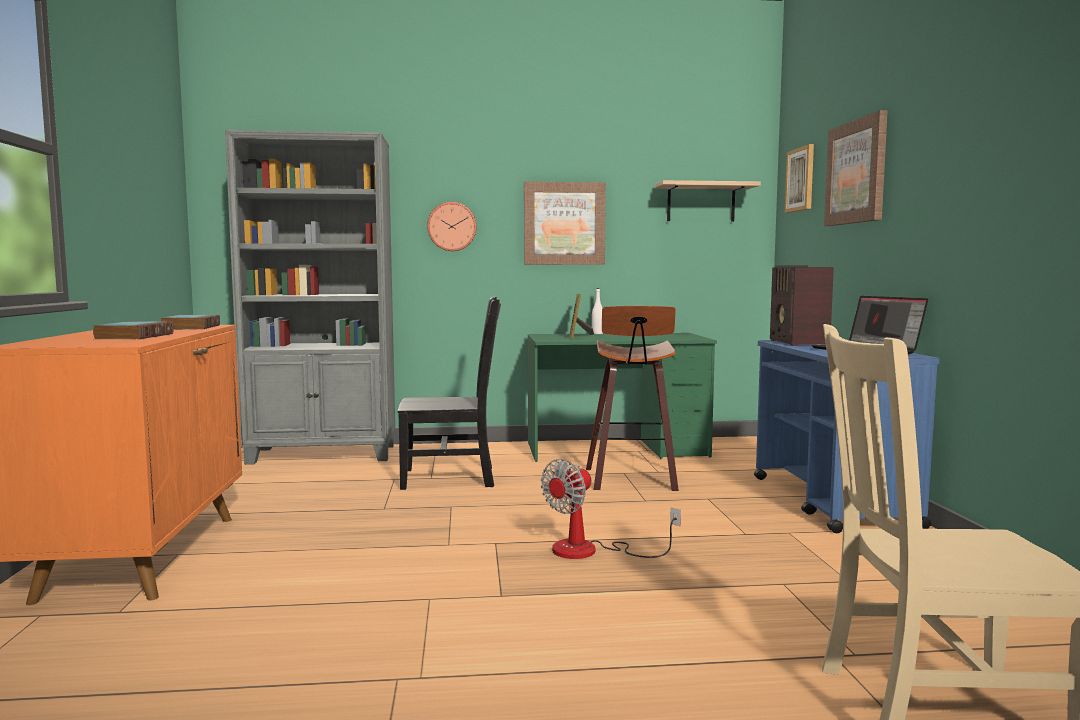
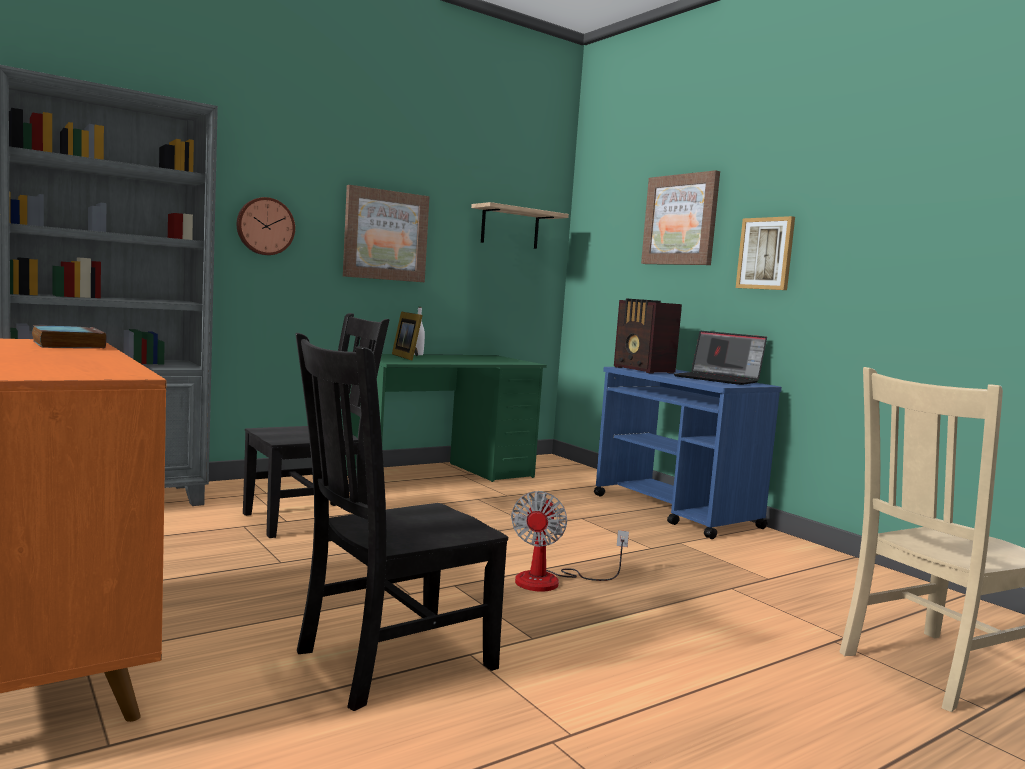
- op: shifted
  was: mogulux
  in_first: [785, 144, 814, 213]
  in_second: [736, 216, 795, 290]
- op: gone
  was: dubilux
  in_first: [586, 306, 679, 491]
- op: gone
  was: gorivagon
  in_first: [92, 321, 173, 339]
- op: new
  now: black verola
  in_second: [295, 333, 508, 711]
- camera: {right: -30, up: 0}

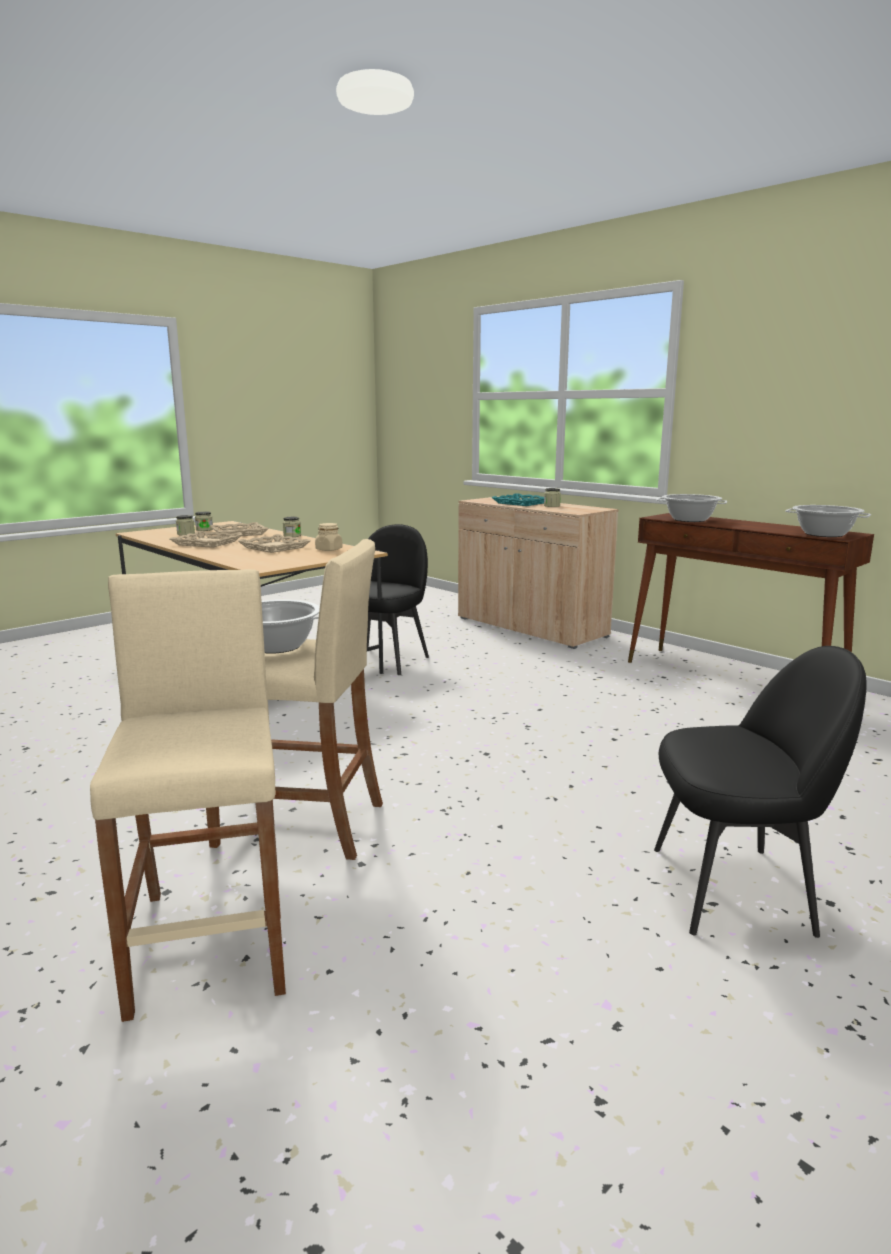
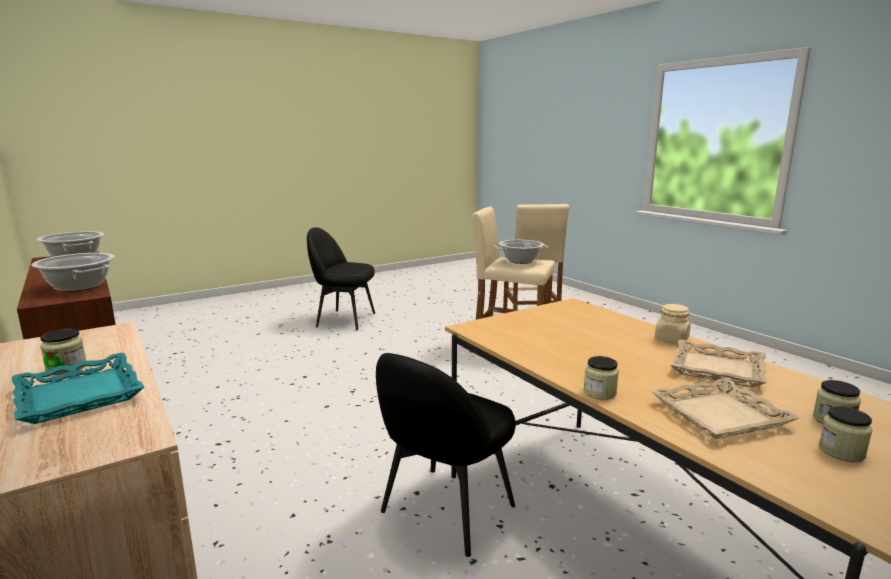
- op: shifted
  was: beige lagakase
  in_first: [315, 523, 343, 551]
  in_second: [655, 304, 691, 343]
- op: gone
  was: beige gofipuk
  in_first: [238, 534, 311, 553]
- camera: {right: -170, up: 0}

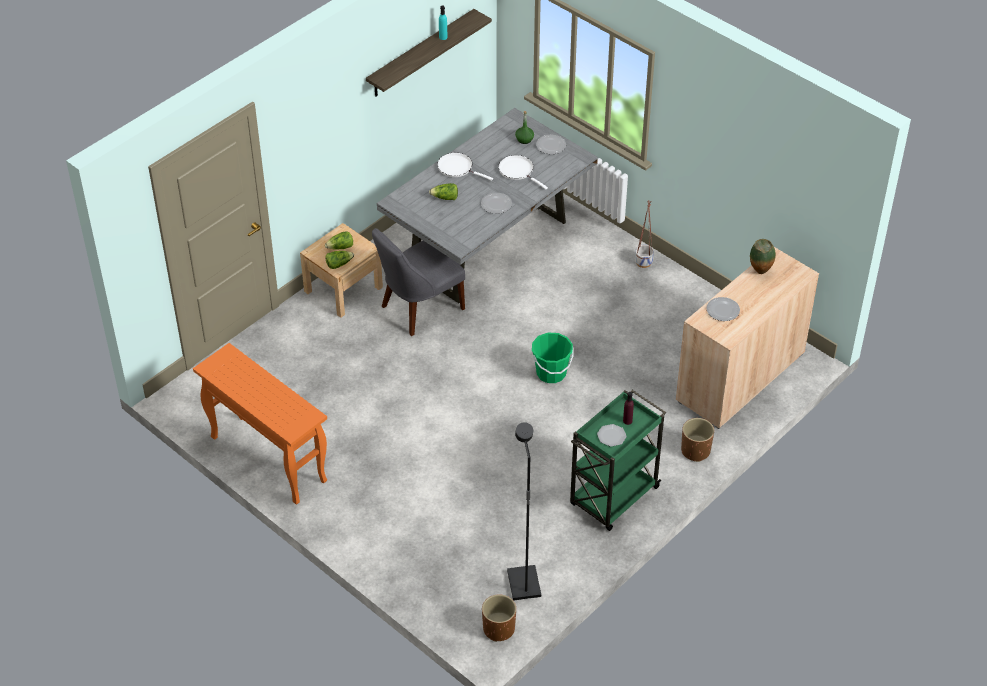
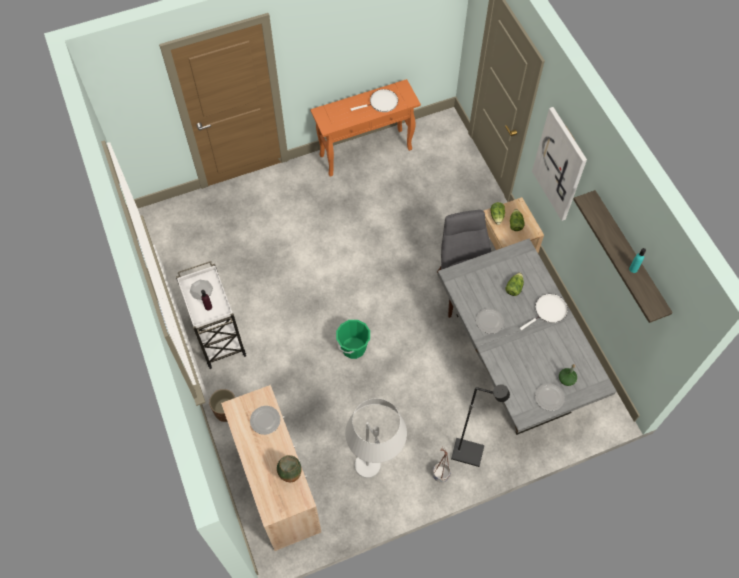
- op: shifted
  was: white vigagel
  in_first: [498, 155, 548, 189]
  in_second: [351, 89, 398, 112]
- op: repainted
  was: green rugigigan
  now: white rugigigan
  in_first: [570, 390, 666, 531]
  in_second: [176, 261, 246, 369]
- op: shifted
  was: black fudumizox
  in_first: [507, 422, 541, 600]
  in_second: [451, 384, 510, 467]
- op: gone
  was: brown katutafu
  in_first: [482, 594, 516, 642]
- op: new
  now: mogulux
  in_second: [532, 107, 587, 221]
- op: new
  now: white fudumizox
  in_second: [345, 398, 407, 478]
- camera: {right: 115, up: 15}

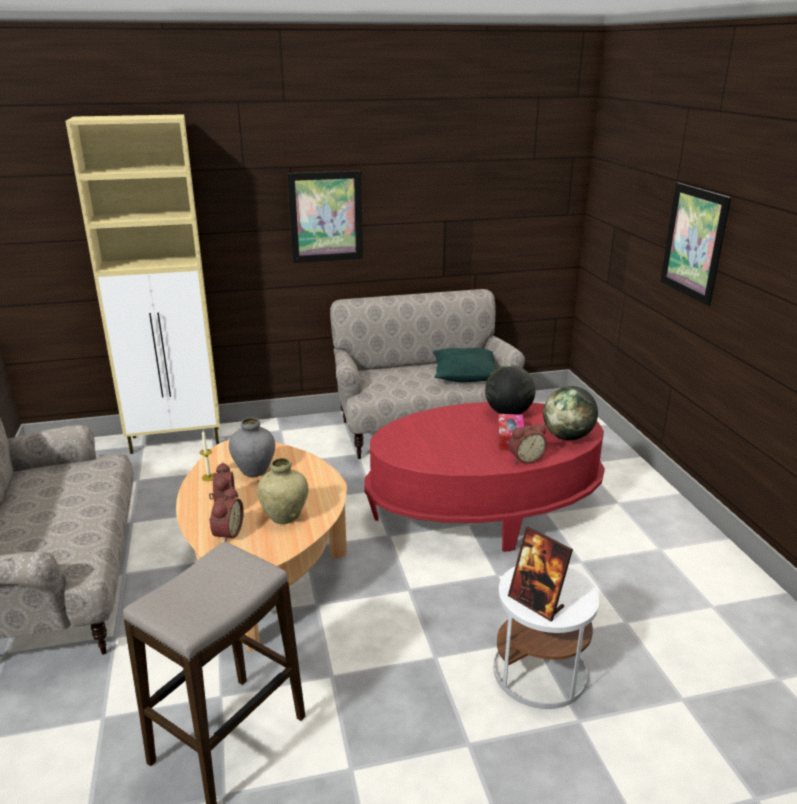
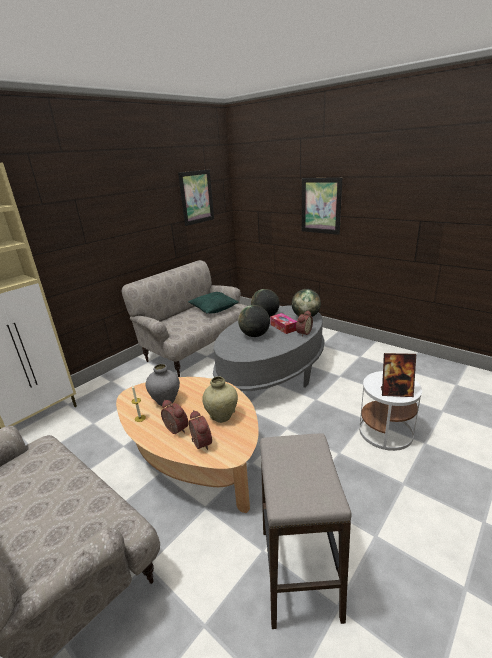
- op: shifted
  was: mogulux
  in_first: [287, 171, 363, 263]
  in_second: [178, 169, 214, 226]
- op: repainted
  was: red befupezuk
  now: grey befupezuk
  in_first: [364, 402, 605, 552]
  in_second: [213, 305, 325, 391]
- op: new
  now: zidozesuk
  in_second: [238, 305, 270, 337]
- camera: {right: -35, up: 0}

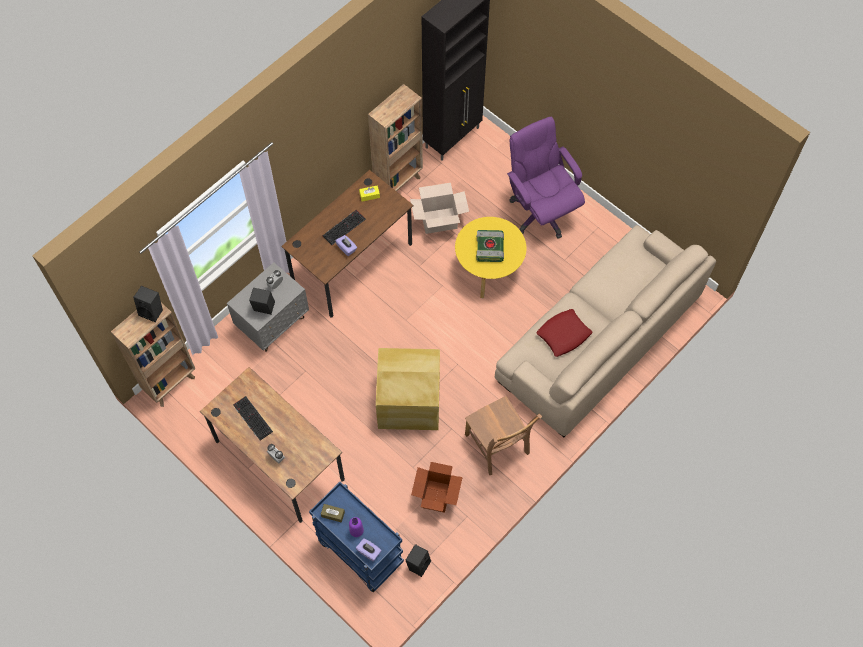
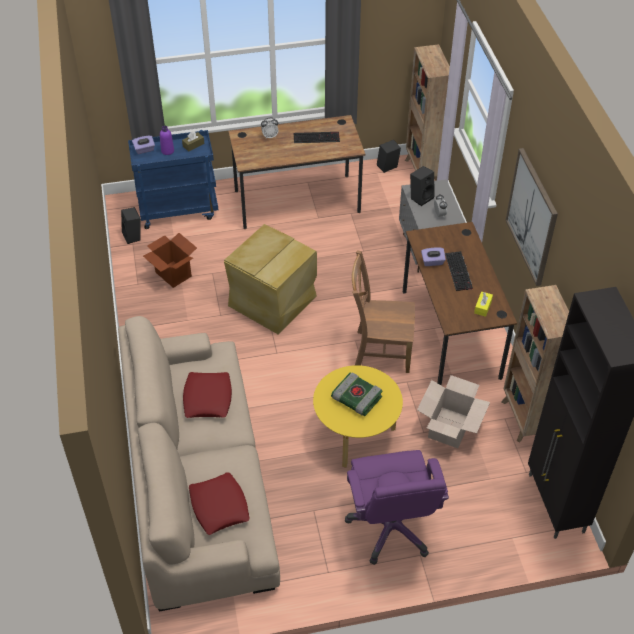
- op: rotated
  was: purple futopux
  in_first: [507, 117, 585, 239]
  in_second: [345, 450, 449, 565]
  clockwise: 75
- op: shifted
  was: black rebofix
  in_first: [133, 286, 163, 322]
  in_second: [377, 140, 401, 173]
- op: shifted
  was: brown verola
  in_first: [465, 396, 542, 475]
  in_second: [352, 250, 415, 373]
- op: new
  now: mogulux
  in_second: [505, 148, 558, 286]
- op: new
  now: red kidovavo
  in_second: [189, 472, 249, 535]
- camera: {right: 125, up: -15}

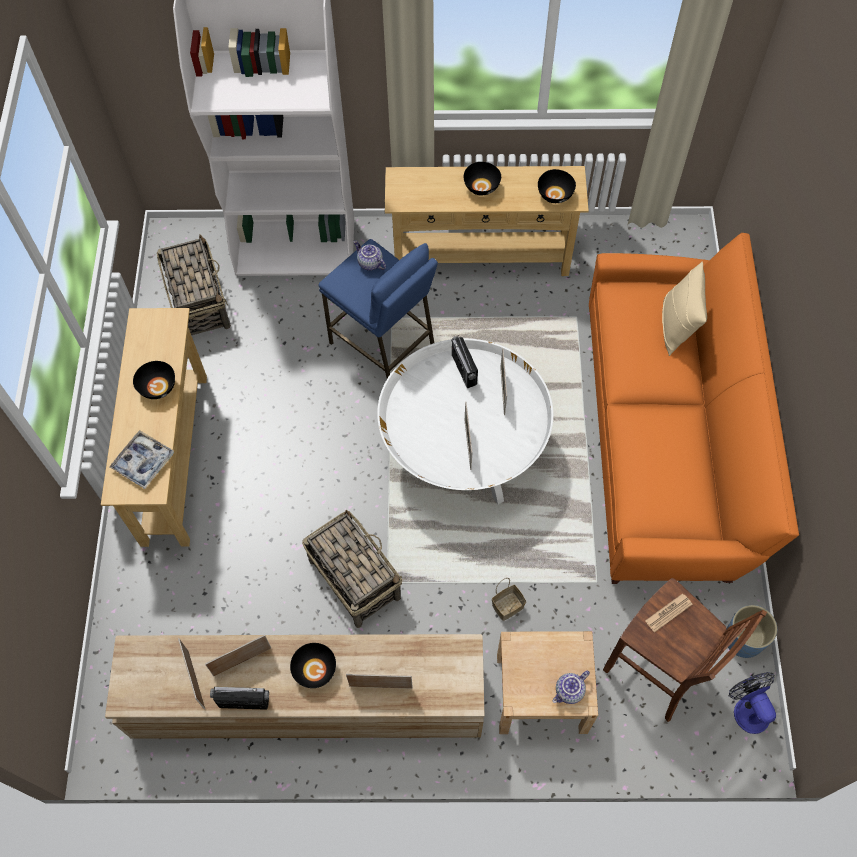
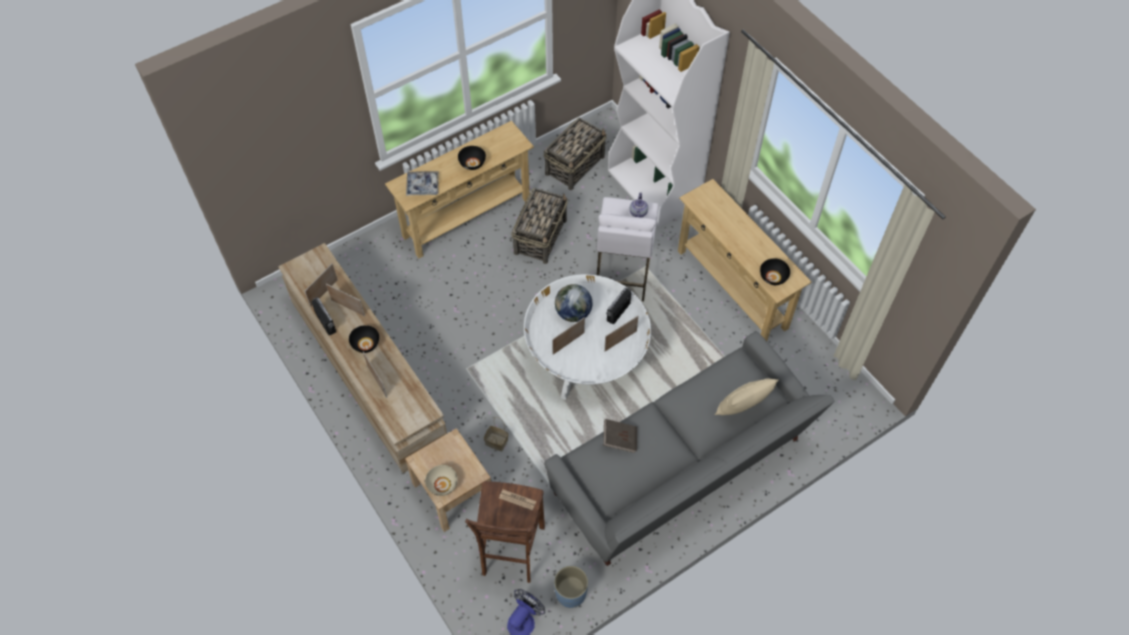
- op: gone
  was: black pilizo
  in_first: [463, 162, 501, 195]
- op: repainted
  was: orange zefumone
  now: grey zefumone
  in_first: [589, 233, 799, 584]
  in_second: [544, 331, 835, 566]
- op: repainted
  was: blue dubilux
  now: white dubilux
  in_first: [318, 239, 438, 378]
  in_second: [596, 197, 659, 301]
- op: shifted
  was: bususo
  in_first: [302, 510, 402, 628]
  in_second: [512, 188, 568, 264]
- op: swapped
  was: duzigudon
  now: beige pilizo
  in_first: [553, 670, 590, 704]
  in_second: [425, 465, 458, 496]
- op: new
  now: zidozesuk
  in_second: [555, 284, 592, 322]
- op: new
  now: brown gorivagon
  in_second: [603, 419, 637, 453]
- camera: {right: 55, up: -5}

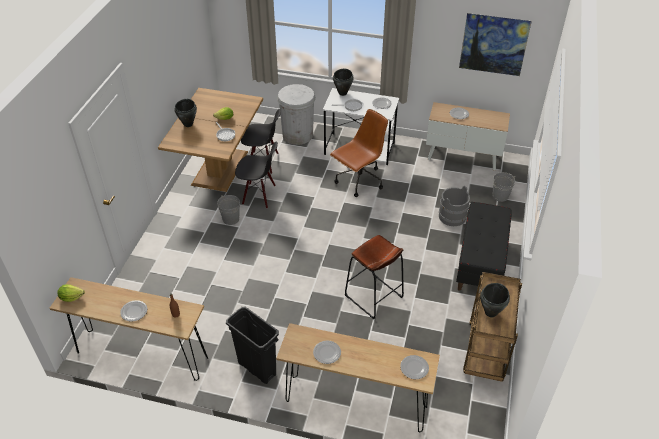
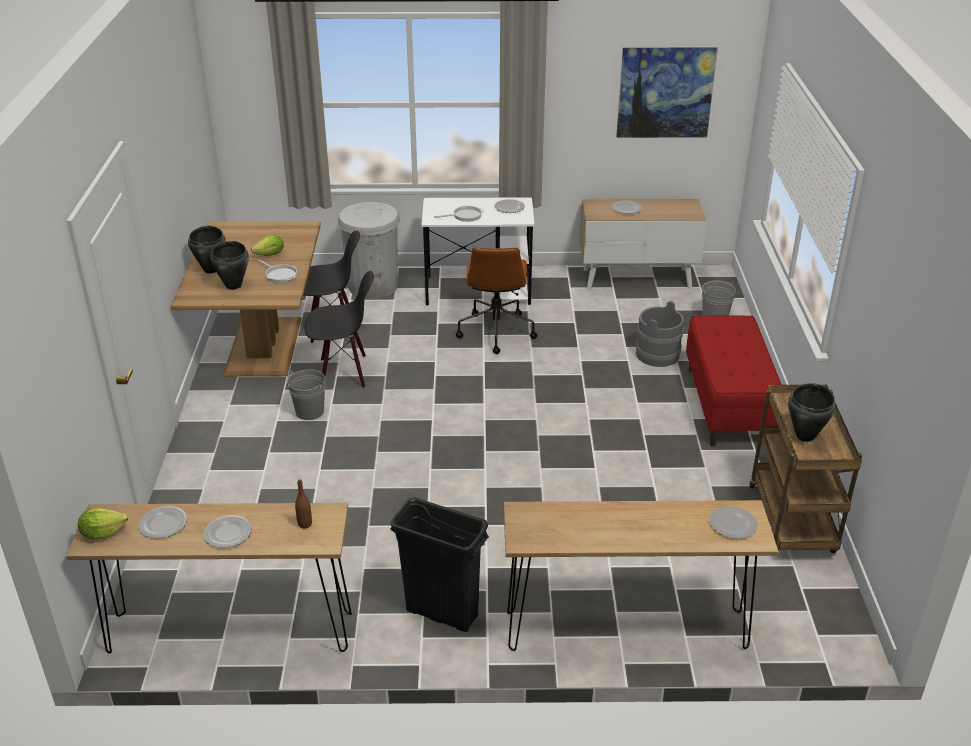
- op: shifted
  was: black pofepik
  in_first: [333, 69, 354, 96]
  in_second: [210, 241, 249, 290]
- op: rotated
  was: brown futopux
  in_first: [330, 109, 388, 197]
  in_second: [456, 247, 537, 354]
  clockwise: 150
- op: repainted
  was: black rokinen
  now: red rokinen
  in_first: [456, 202, 512, 291]
  in_second: [686, 315, 782, 447]
- op: gone
  was: brown dubilux
  in_first: [345, 235, 404, 319]
- op: shifted
  was: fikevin
  in_first: [313, 340, 341, 364]
  in_second: [139, 506, 187, 538]
- camera: {right: -15, up: -10}

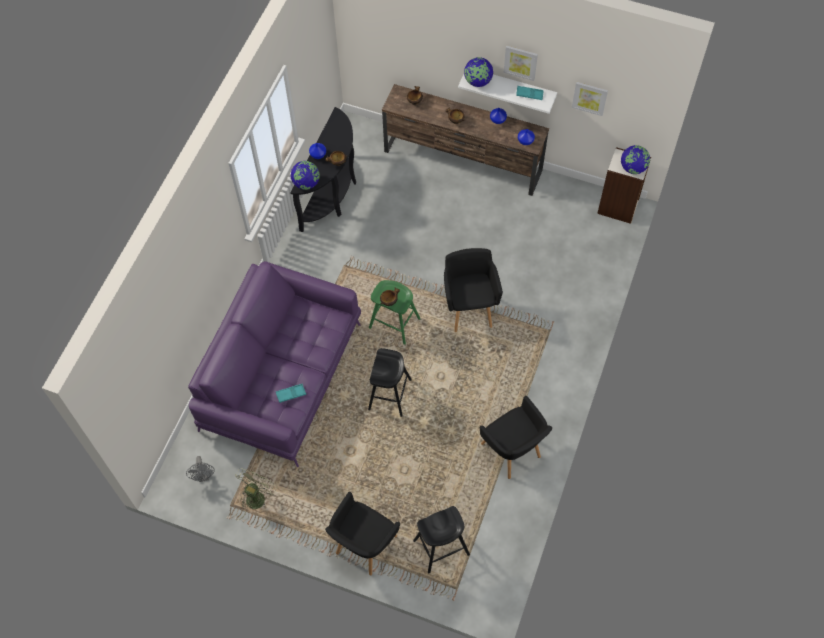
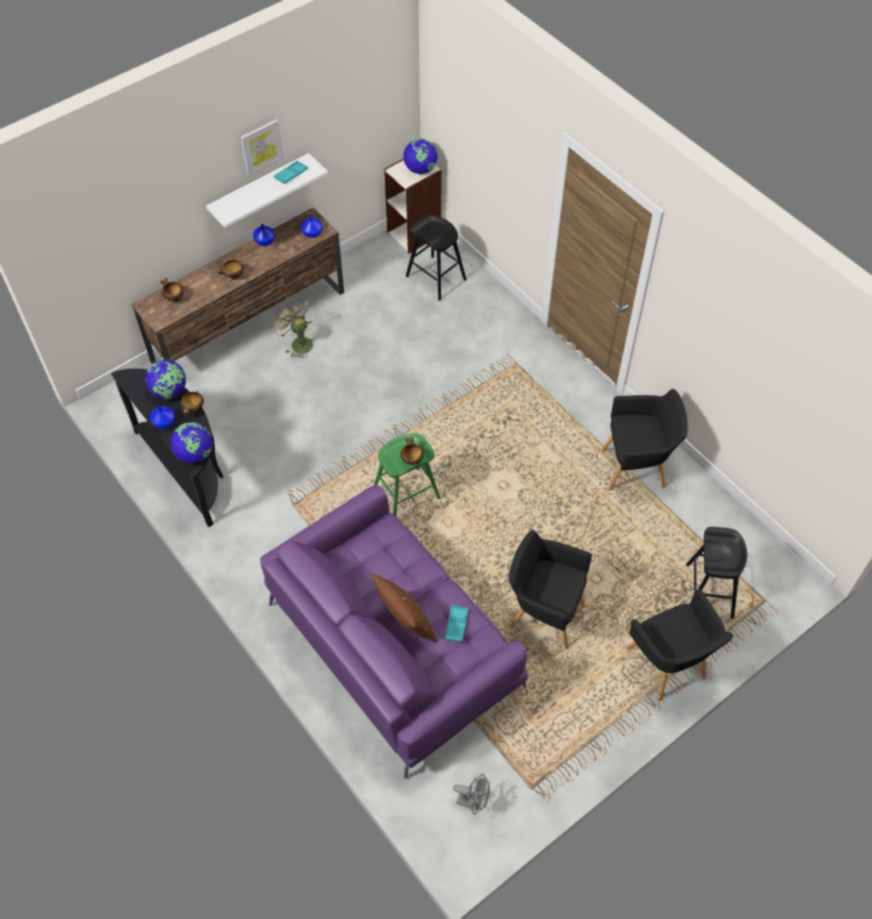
- op: shifted
  was: zidozesuk
  in_first: [464, 57, 493, 87]
  in_second: [145, 360, 186, 399]
- op: gone
  was: mogulux
  in_first: [572, 82, 608, 116]
- op: shifted
  was: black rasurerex
  in_first: [444, 248, 503, 332]
  in_second: [509, 530, 592, 649]
- op: shifted
  was: black dubilux
  in_first: [368, 348, 412, 417]
  in_second: [406, 215, 466, 301]
- op: shifted
  was: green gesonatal
  in_first: [235, 468, 277, 512]
  in_second: [272, 298, 317, 359]
- op: new
  now: brown kidovavo
  in_second: [371, 573, 437, 643]
- camera: {right: -60, up: -5}

